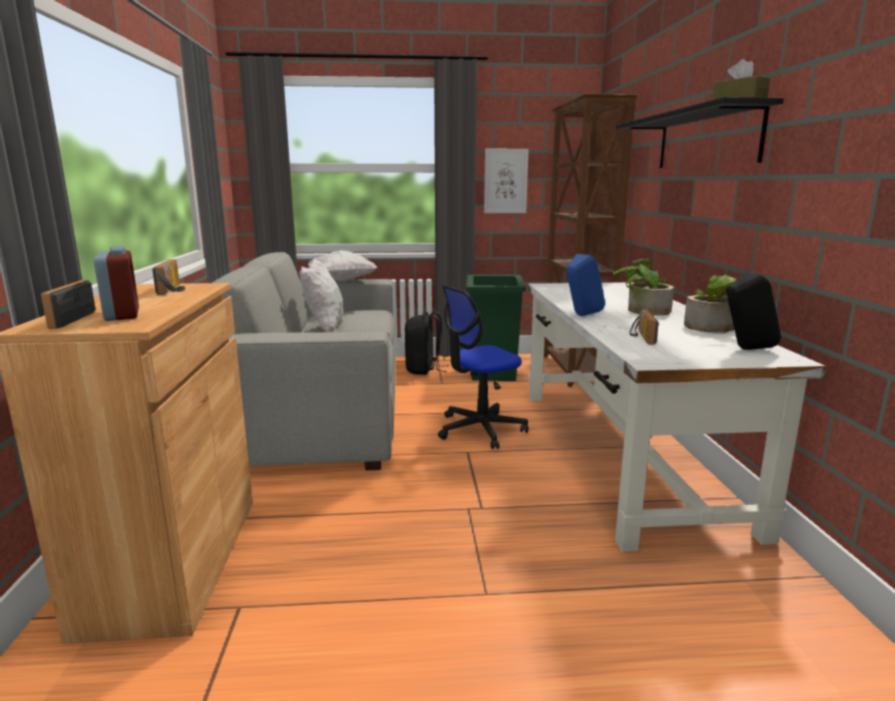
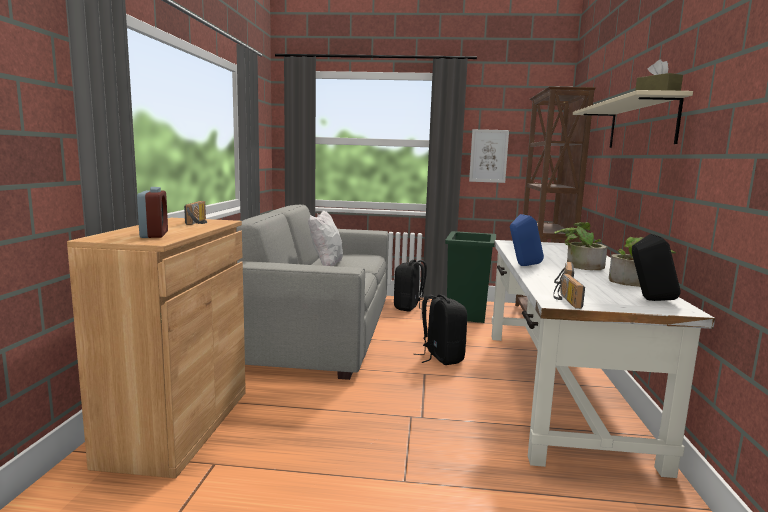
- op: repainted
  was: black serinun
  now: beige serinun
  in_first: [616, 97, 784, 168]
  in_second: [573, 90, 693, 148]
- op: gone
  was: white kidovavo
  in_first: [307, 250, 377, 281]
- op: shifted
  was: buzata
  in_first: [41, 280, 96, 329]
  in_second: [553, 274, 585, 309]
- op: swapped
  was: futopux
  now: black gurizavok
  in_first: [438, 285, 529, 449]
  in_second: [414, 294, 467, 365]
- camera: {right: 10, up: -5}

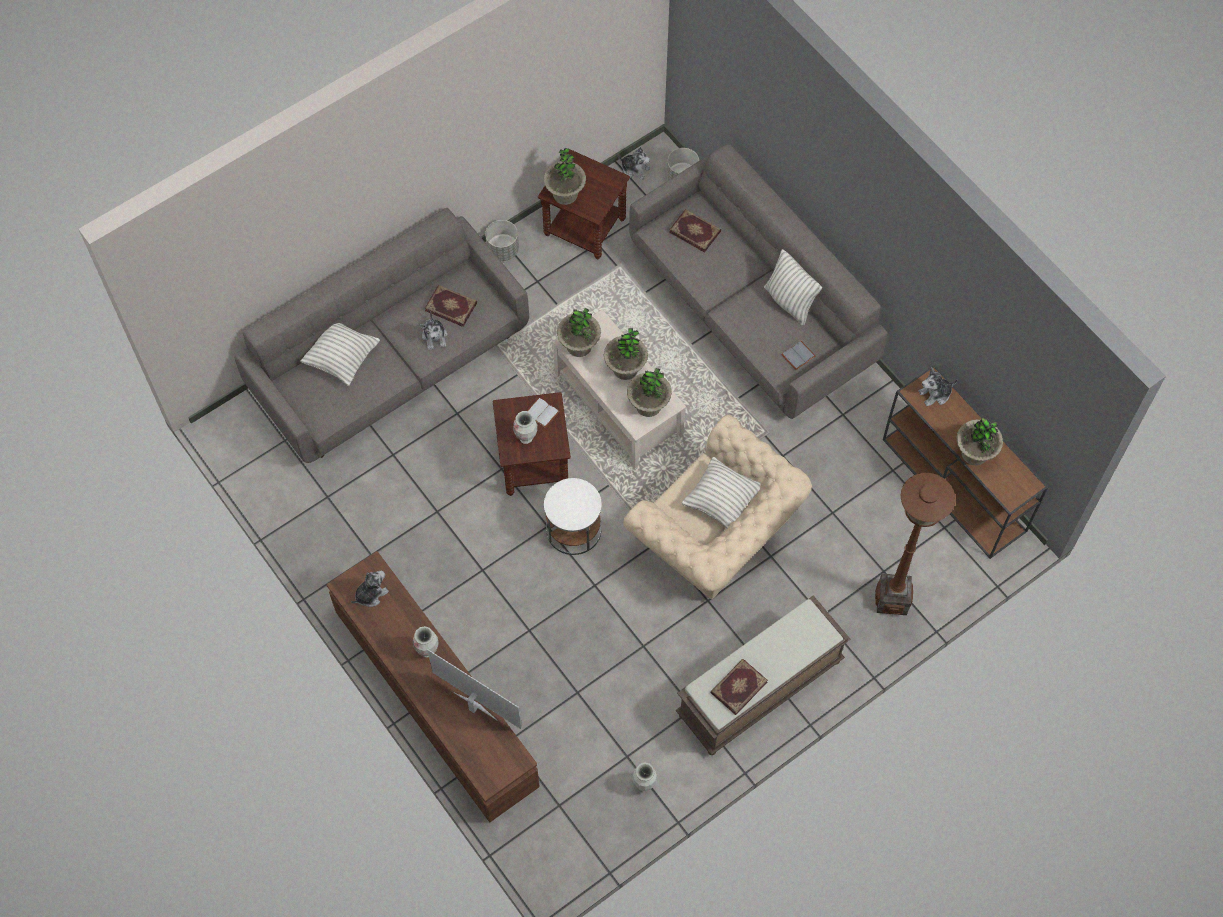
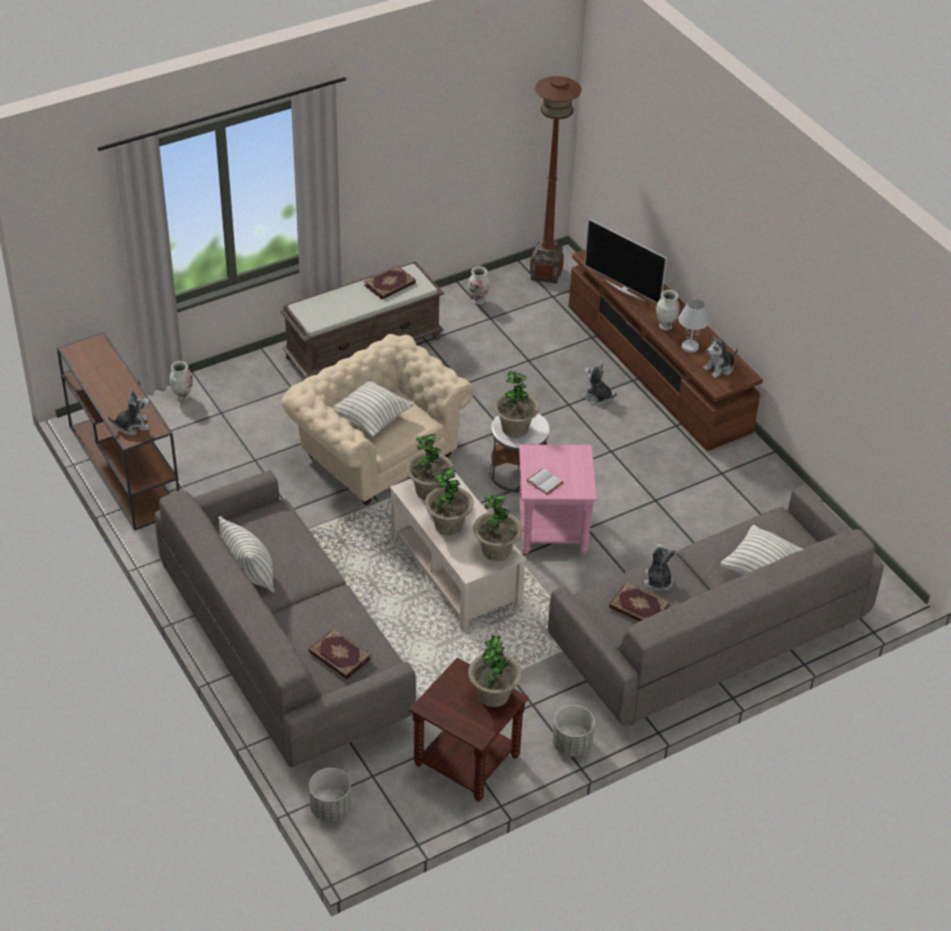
- op: shifted
  was: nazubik
  in_first: [617, 147, 650, 180]
  in_second: [581, 363, 617, 405]
- op: gone
  was: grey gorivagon
  in_first: [781, 341, 816, 370]
- op: repainted
  was: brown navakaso
  now: pink navakaso
  in_first: [492, 392, 571, 496]
  in_second: [519, 444, 597, 555]
- op: shifted
  was: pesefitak
  in_first: [513, 411, 537, 444]
  in_second: [169, 361, 193, 401]
- op: shifted
  was: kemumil
  in_first: [956, 417, 1003, 465]
  in_second: [494, 370, 539, 438]
- op: shifted
  was: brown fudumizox
  in_first: [875, 473, 955, 615]
  in_second: [530, 76, 582, 283]
- op: new
  now: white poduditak
  in_second: [678, 299, 709, 353]
- camera: {right: -175, up: -20}

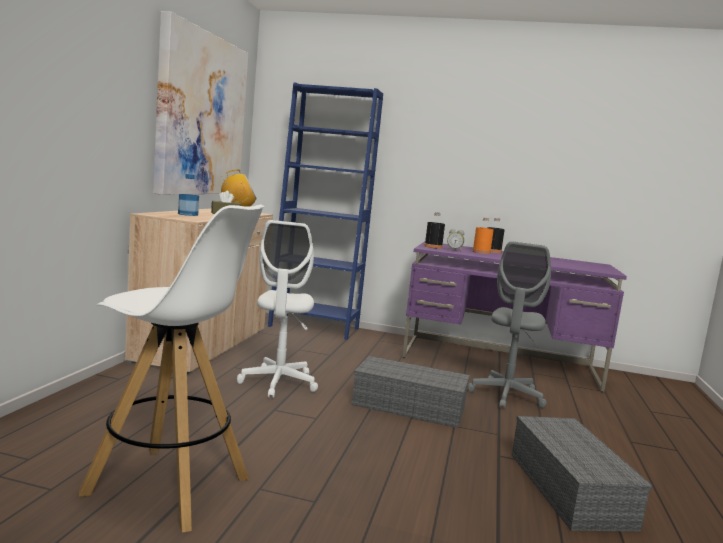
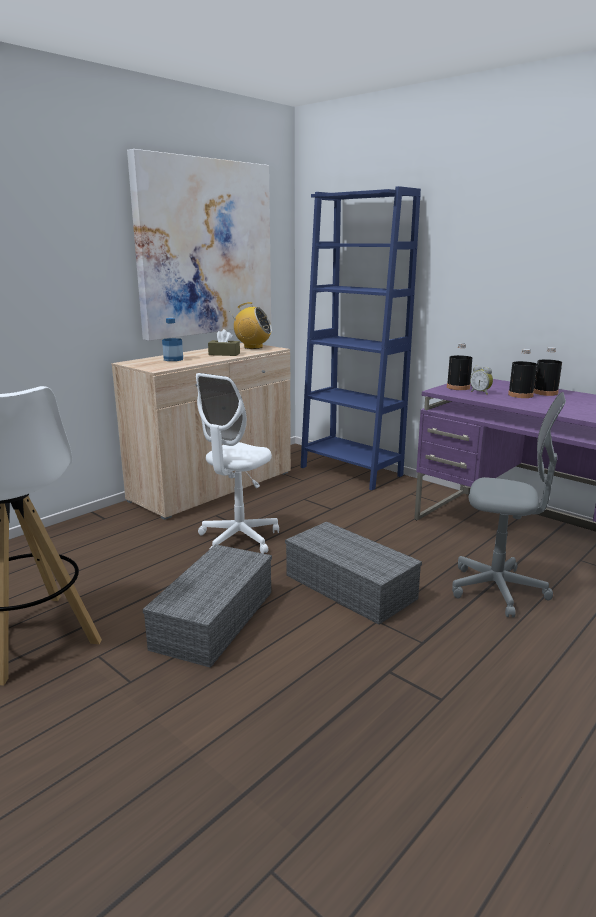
- op: repainted
  was: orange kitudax
  now: black kitudax
  in_first: [473, 218, 494, 254]
  in_second: [508, 349, 537, 398]
- op: rotated
  was: grey futopux
  in_first: [468, 241, 551, 409]
  in_second: [452, 392, 566, 617]
  clockwise: -120
- op: shifted
  was: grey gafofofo
  in_first: [512, 416, 652, 532]
  in_second: [143, 544, 272, 668]
- camera: {right: 30, up: 10}

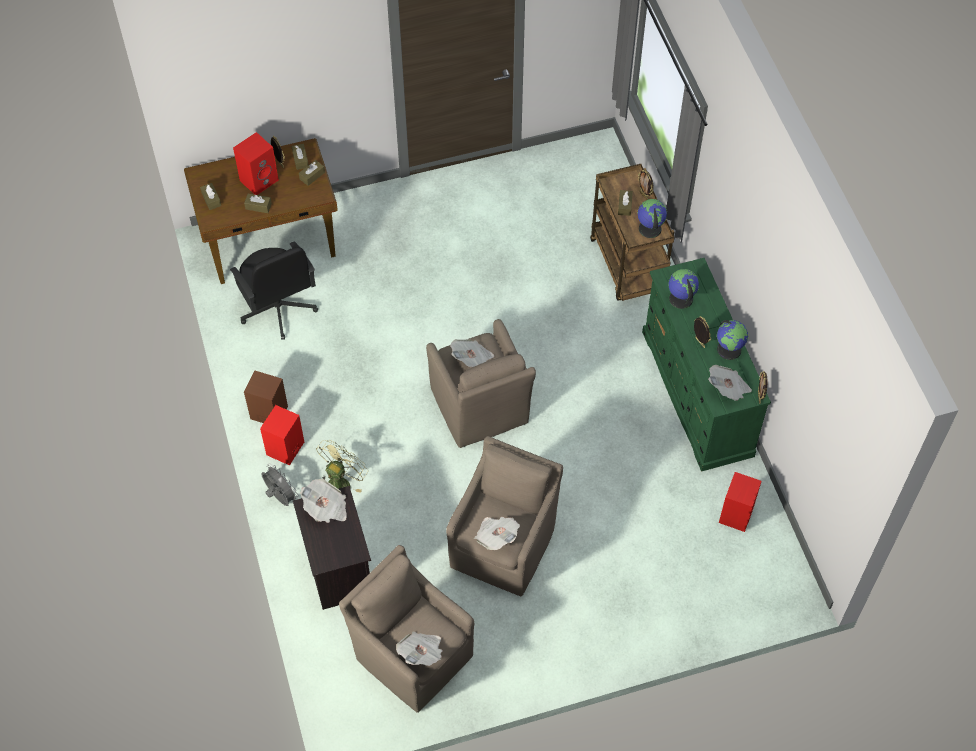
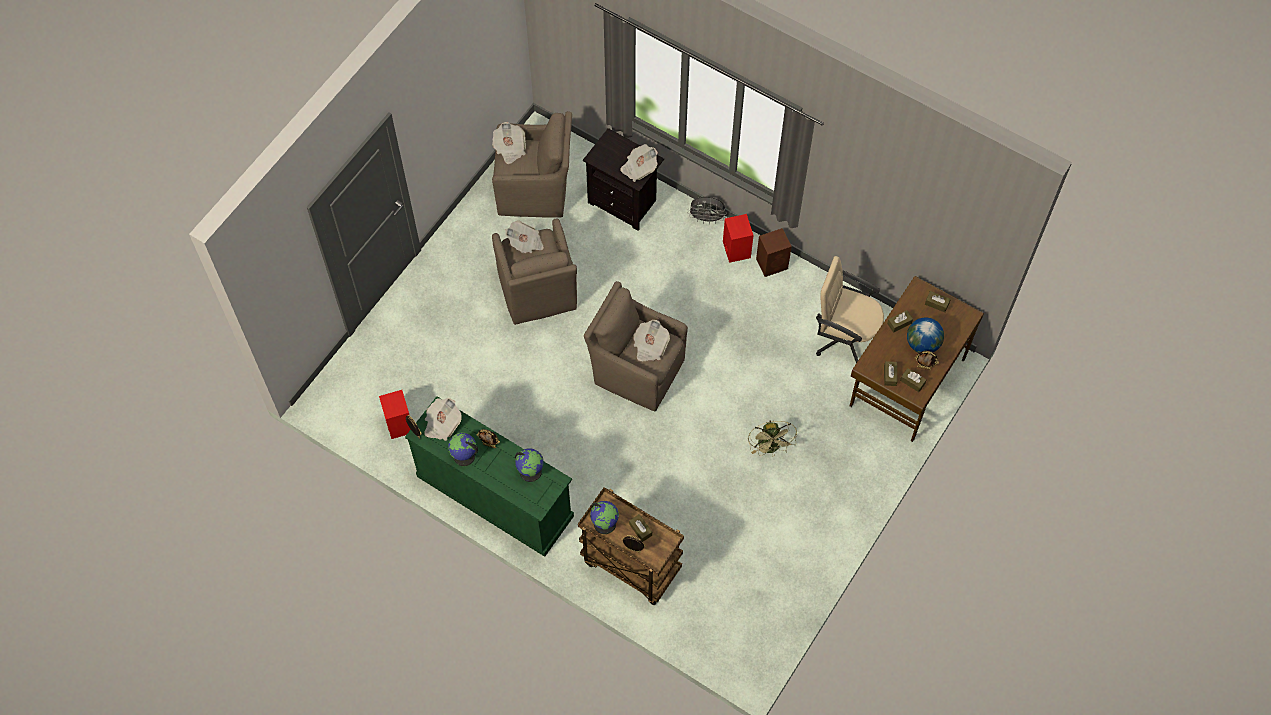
- op: swapped
  was: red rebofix
  now: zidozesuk
  in_first: [233, 132, 279, 195]
  in_second: [907, 317, 944, 353]
- op: repainted
  was: black futopux
  now: beige futopux
  in_first: [230, 242, 318, 340]
  in_second: [816, 256, 884, 363]
- op: shifted
  was: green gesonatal
  in_first: [316, 440, 368, 493]
  in_second: [748, 421, 797, 456]
- camera: {right: 140, up: 5}

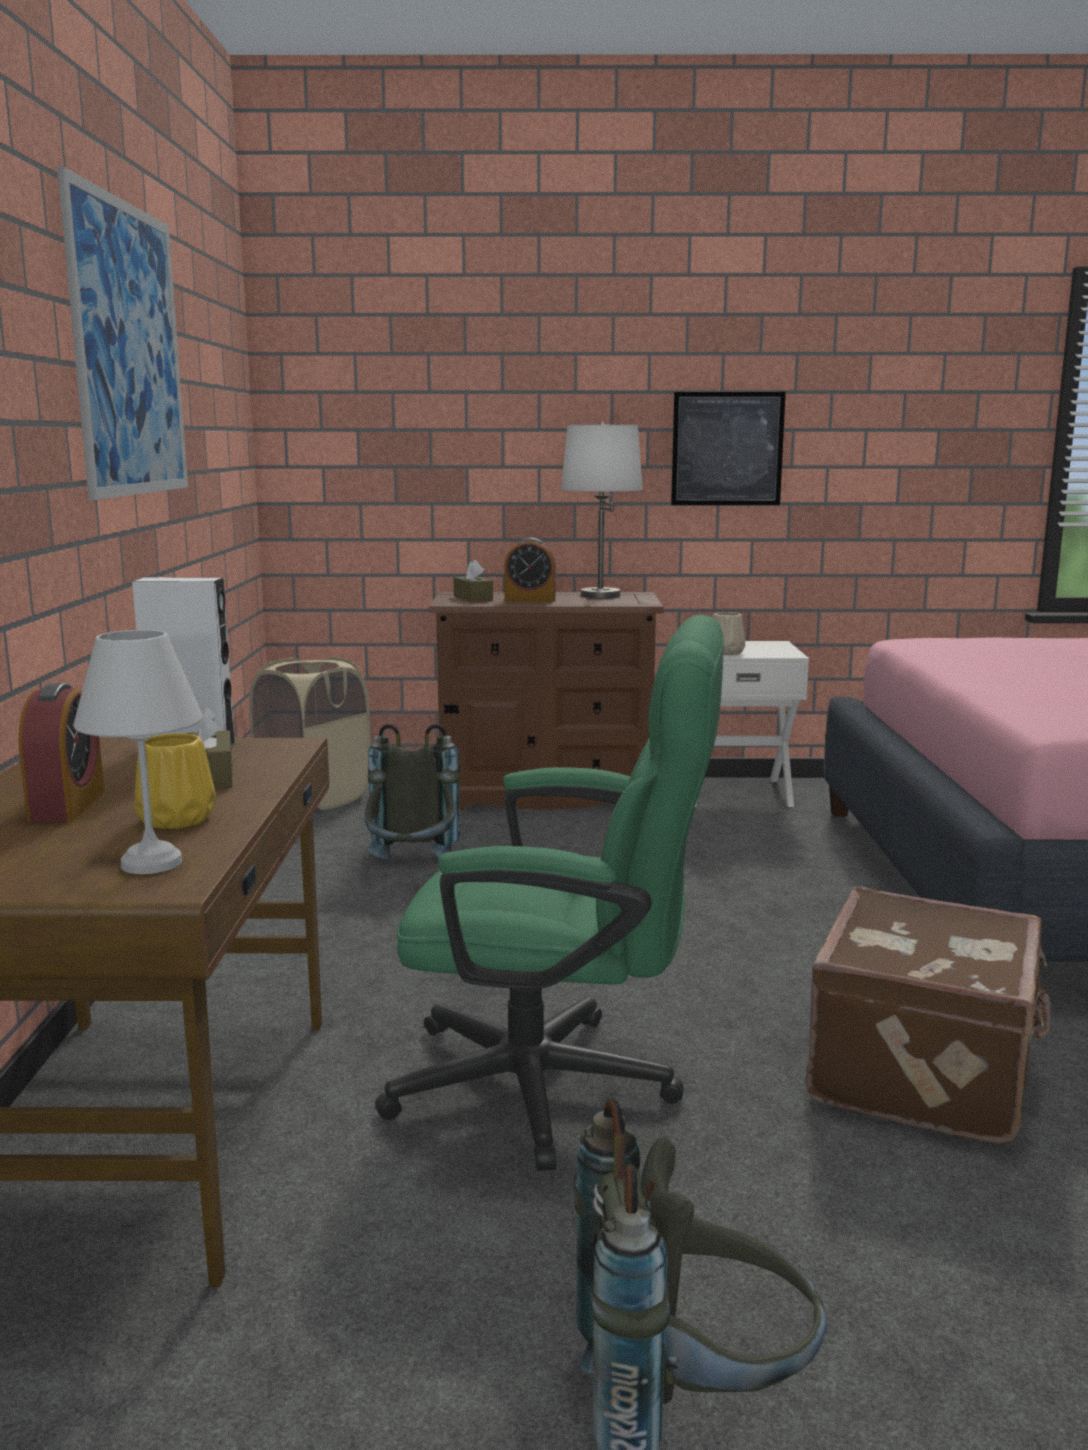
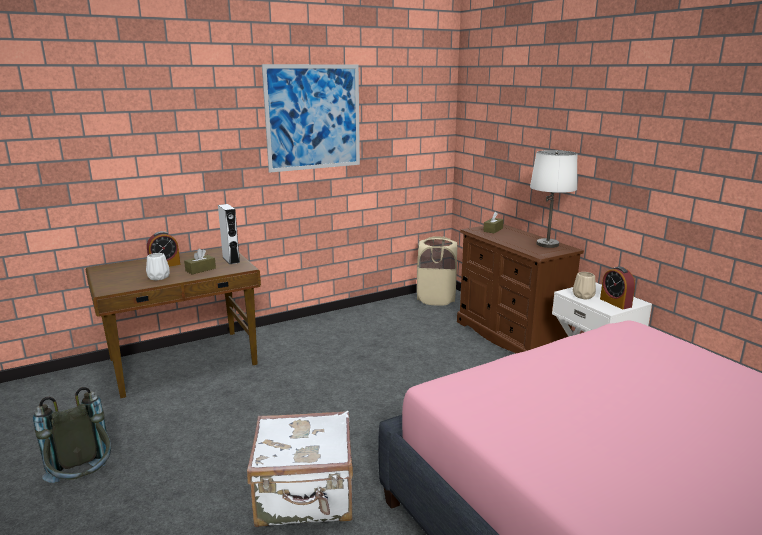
- op: gone
  was: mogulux
  in_first: [671, 392, 786, 505]
- op: shifted
  was: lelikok
  in_first: [504, 538, 556, 602]
  in_second: [600, 267, 635, 309]
- op: gone
  was: green futopux
  in_first: [375, 615, 724, 1171]
- op: gone
  was: white poduditak
  in_first: [73, 630, 203, 874]
- op: gone
  was: grey gurizavok
  in_first: [364, 724, 460, 859]
- op: repainted
  was: yellow pesefitak
  now: white pesefitak
  in_first: [134, 733, 216, 829]
  in_second: [146, 253, 170, 280]
- op: repainted
  was: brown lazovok
  now: white lazovok
  in_first: [806, 886, 1051, 1144]
  in_second: [247, 411, 353, 527]
- camera: {right: 60, up: 5}

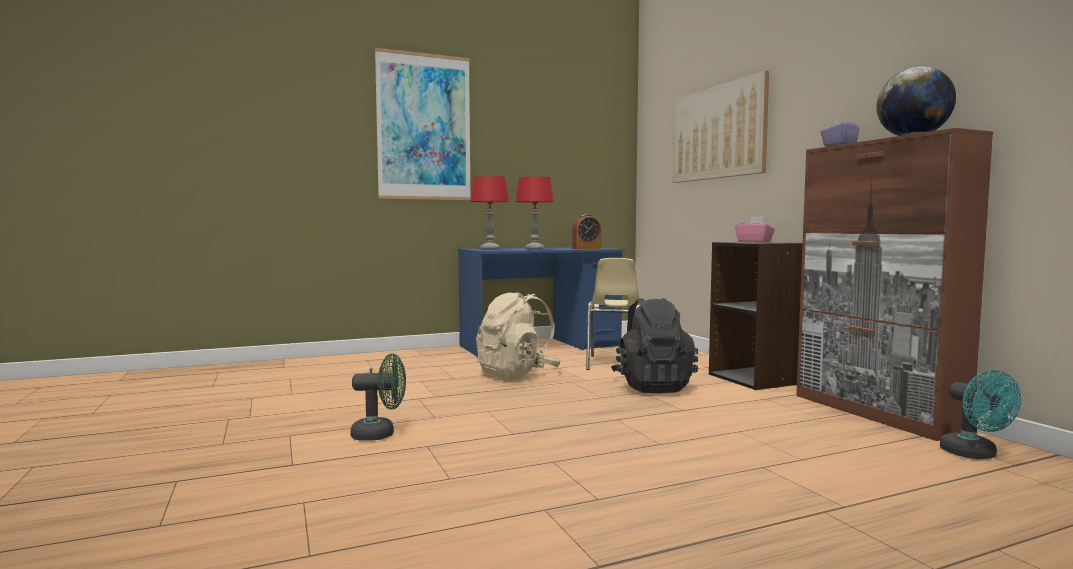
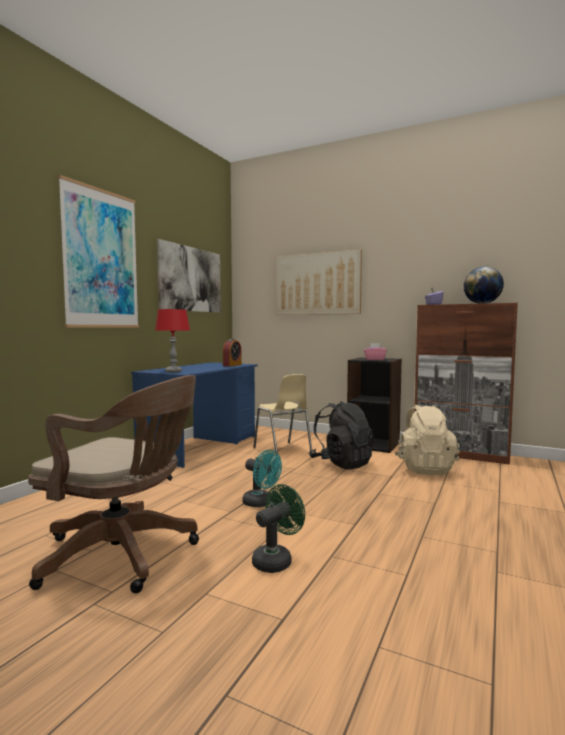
- op: gone
  was: red poduditak
  in_first: [515, 177, 554, 250]
- op: shifted
  was: beige gurizavok
  in_first: [476, 292, 562, 380]
  in_second: [395, 405, 460, 475]
- op: shifted
  was: turquoise gesonatal
  in_first: [940, 370, 1021, 459]
  in_second: [242, 450, 282, 507]
- op: new
  now: mogulux
  in_second: [157, 239, 221, 313]
- op: new
  now: brown futopux
  in_second: [28, 375, 199, 593]
- camera: {right: -40, up: 0}

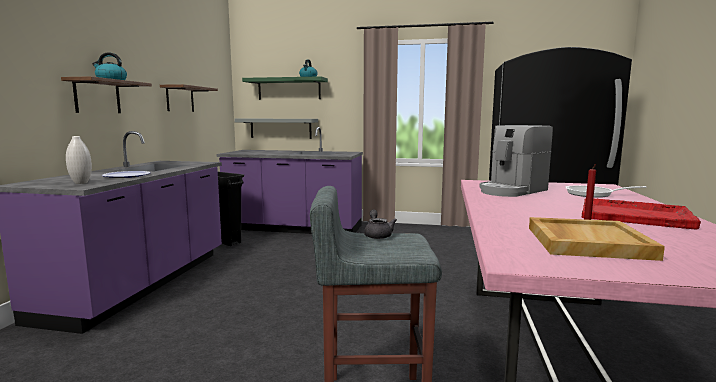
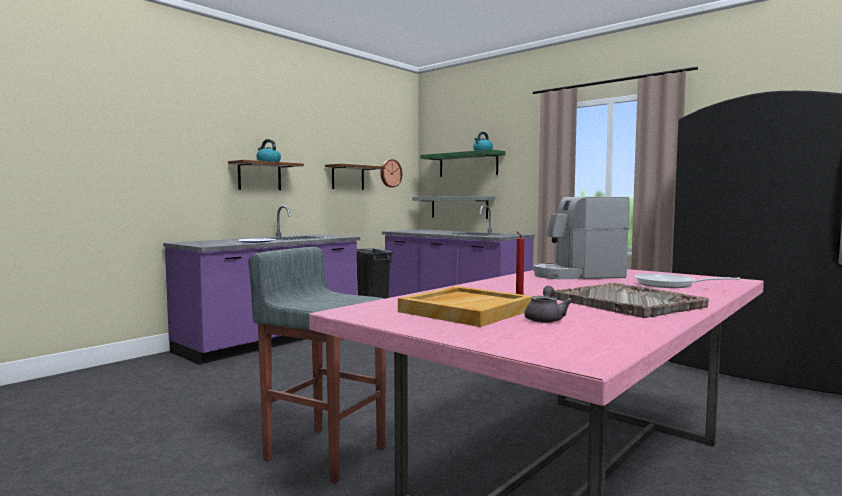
- op: gone
  was: white pesefitak
  in_first: [66, 136, 92, 184]
- op: repainted
  was: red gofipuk
  now: grey gofipuk
  in_first: [582, 198, 701, 230]
  in_second: [552, 283, 709, 318]
- op: shifted
  was: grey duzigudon
  in_first: [364, 210, 397, 239]
  in_second: [524, 286, 573, 323]
- op: new
  now: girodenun
  in_second: [380, 159, 402, 188]
- camera: {right: 30, up: -5}

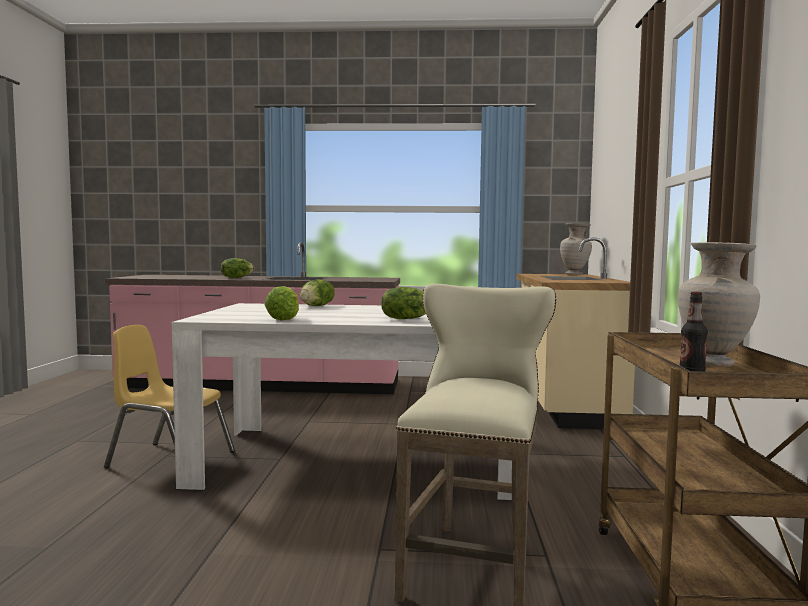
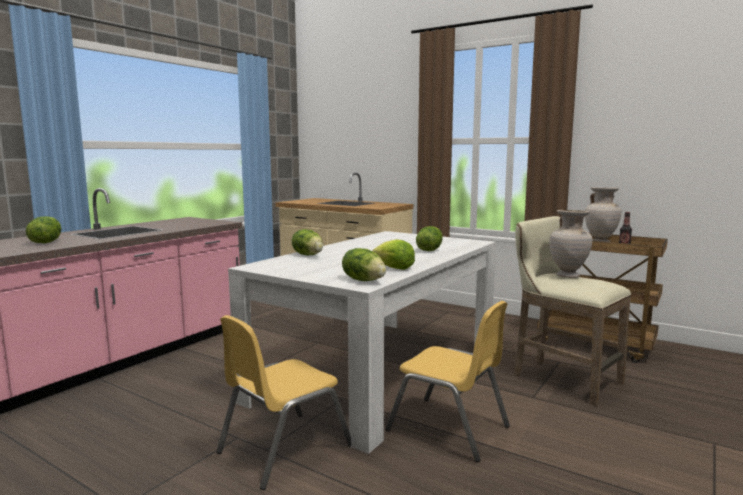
- op: shifted
  was: beige pesefitak
  in_first: [560, 223, 592, 275]
  in_second: [550, 210, 593, 278]
- op: new
  now: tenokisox
  in_second: [342, 248, 386, 281]
- op: new
  now: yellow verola
  in_second: [385, 301, 510, 462]
- camera: {right: -60, up: 5}

